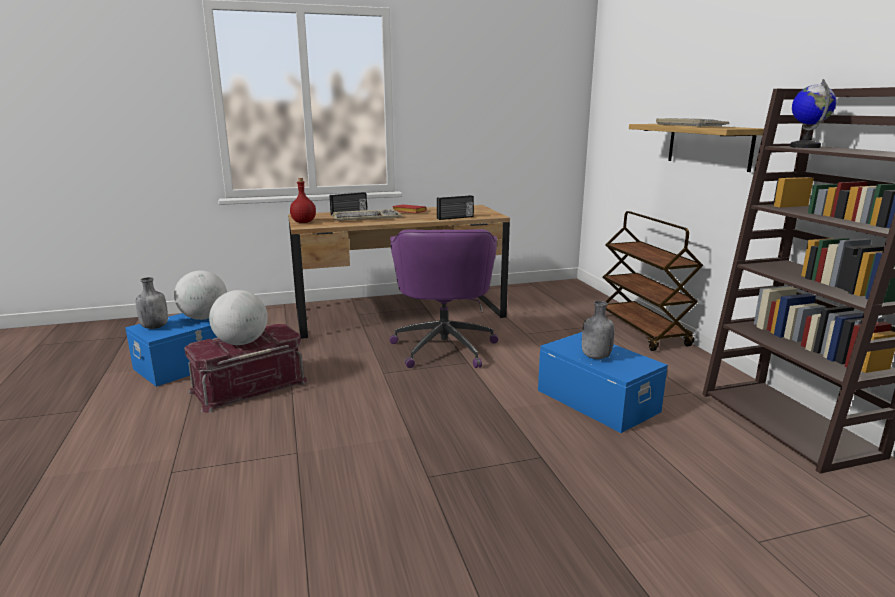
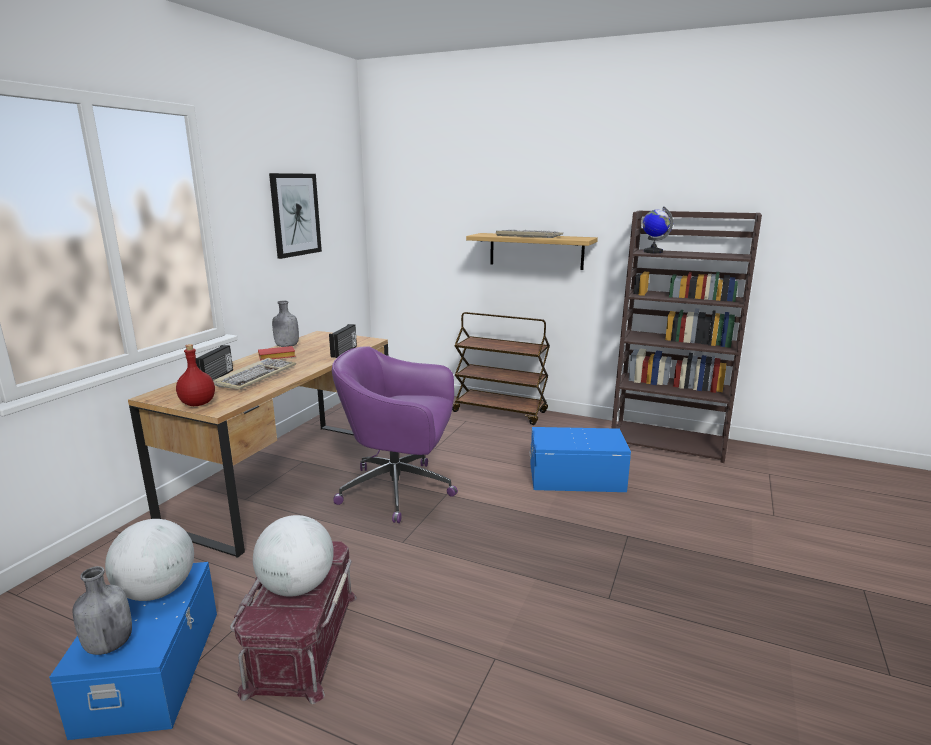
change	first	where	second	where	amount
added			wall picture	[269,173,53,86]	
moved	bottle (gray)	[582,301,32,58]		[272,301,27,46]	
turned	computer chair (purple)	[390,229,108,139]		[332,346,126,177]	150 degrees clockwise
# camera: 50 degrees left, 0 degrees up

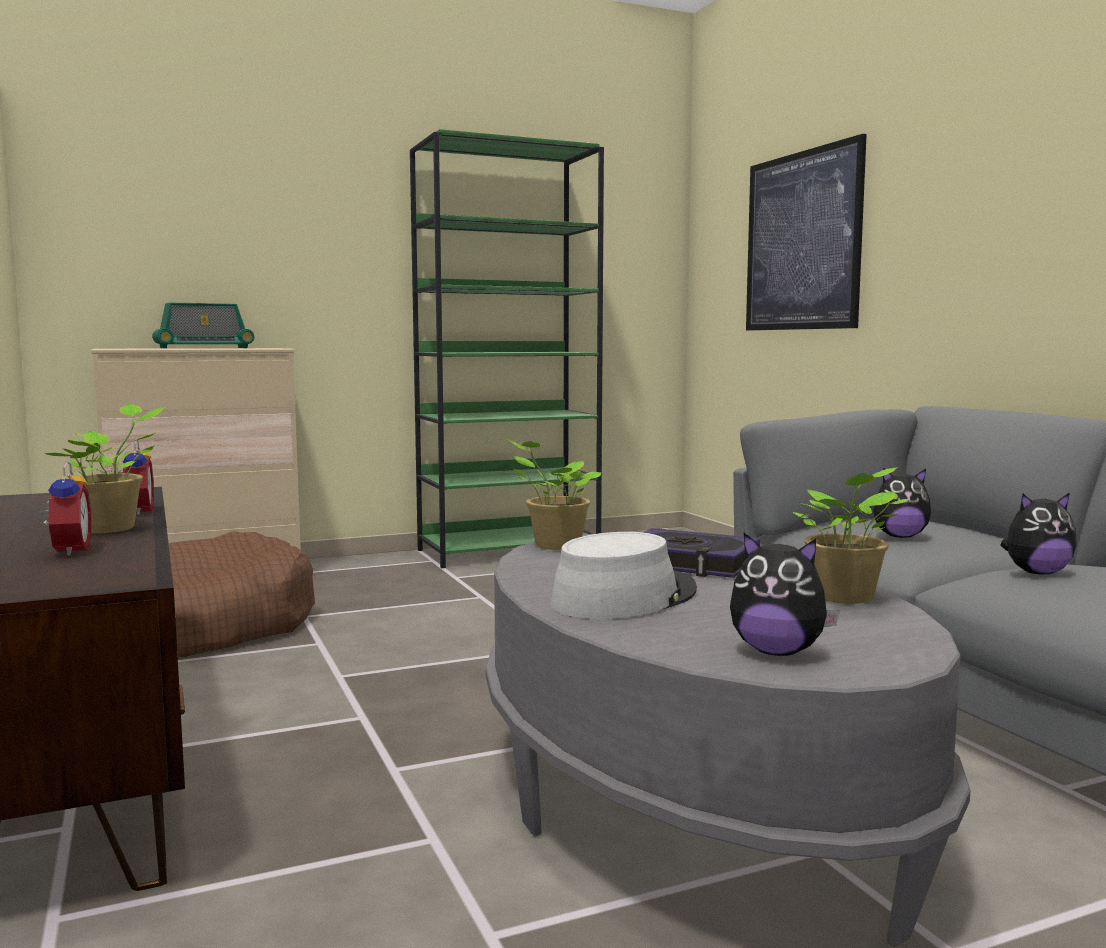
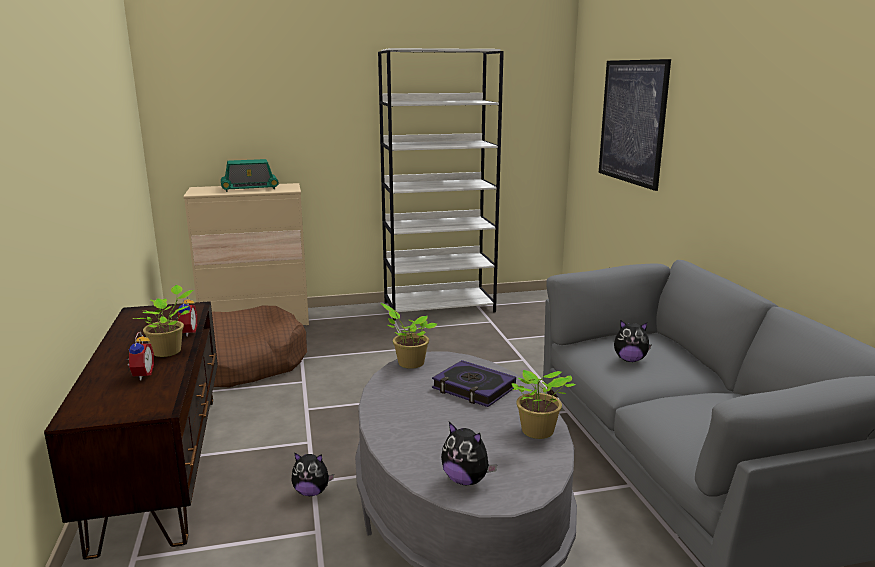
change	first	where	second	where	amount
removed	hat (gray)	[551,532,146,87]			
moved	cuddly toy	[1000,493,77,81]		[291,453,43,43]	
recoloured	bookshelf (green-coloured)	[410,129,194,439]	bookshelf (whitish)	[378,48,126,273]	
# camera: 10 degrees right, 10 degrees up

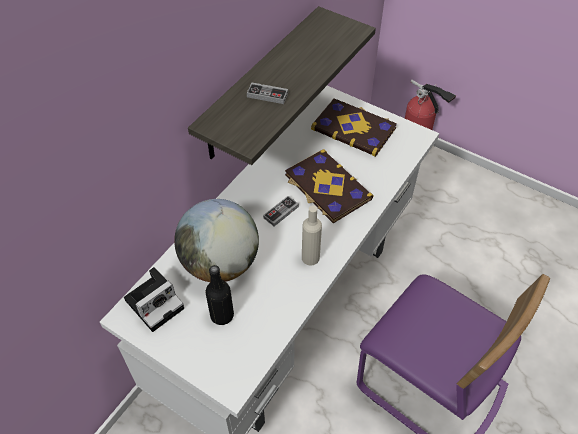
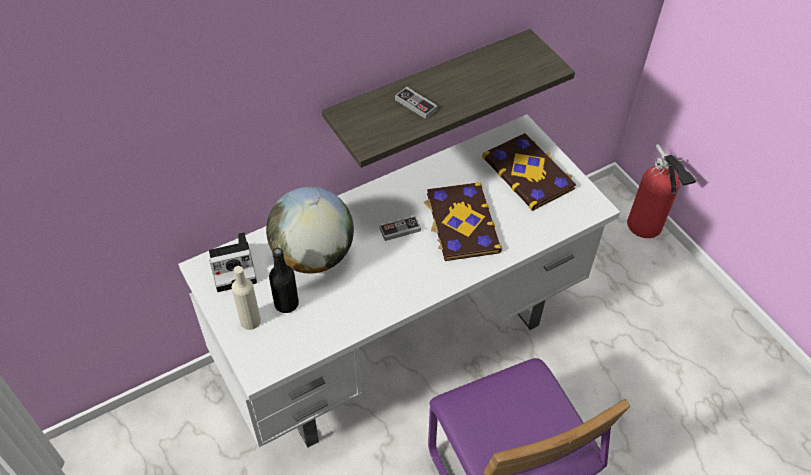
change	first	where	second	where	amount
moved	bottle (beige-coloured)	[302,205,20,60]		[231,266,30,64]	
# camera: 25 degrees right, 0 degrees up

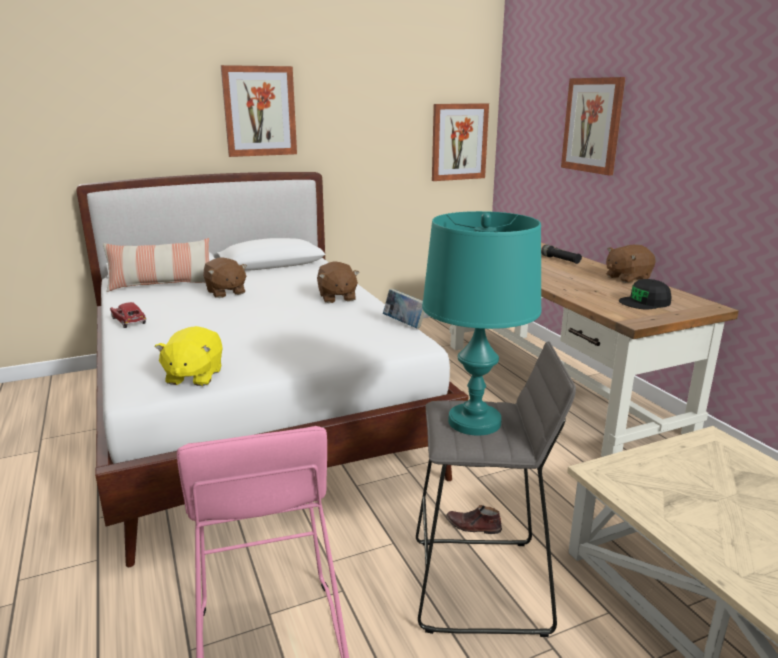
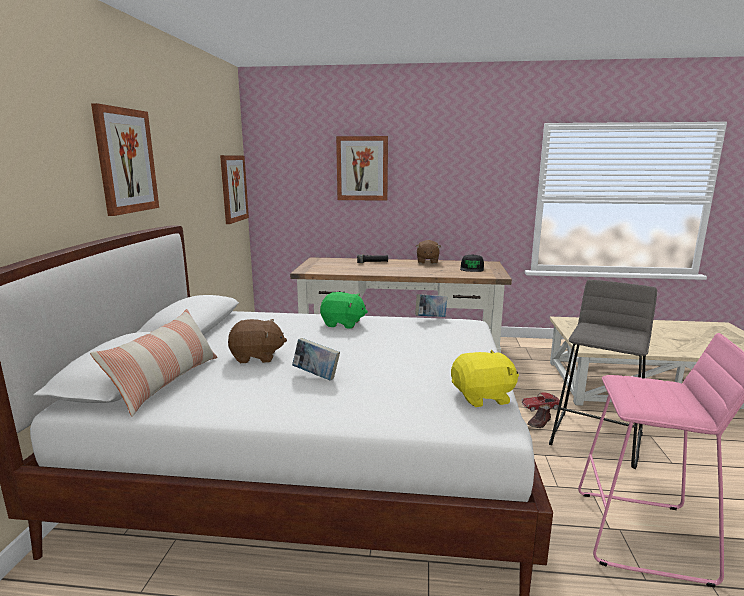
change	first	where	second	where	amount
removed	tabletop lamp (turquoise-coloured)	[422,211,120,225]			
added			book	[292,338,48,43]	
moved	miniature car	[110,302,37,26]		[522,393,38,19]	
recoloured	cuddly toy (brown-coloured)	[317,261,43,42]	cuddly toy (green-coloured)	[320,292,48,37]	
turned	cuddly toy (yellowish)	[155,326,68,60]		[451,350,68,57]	45 degrees counterclockwise
# camera: 60 degrees left, 5 degrees down

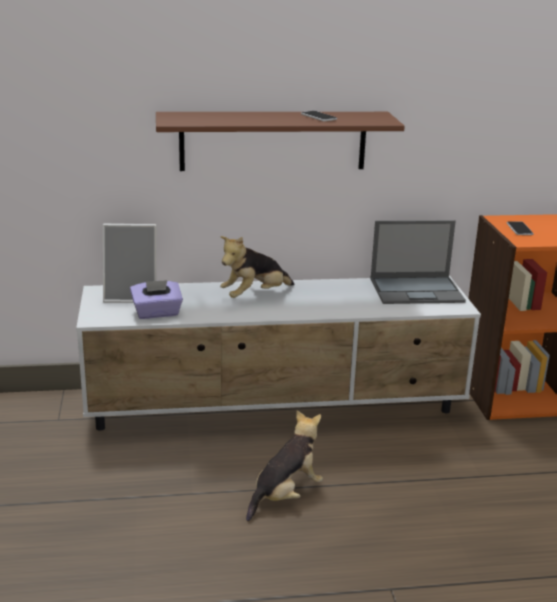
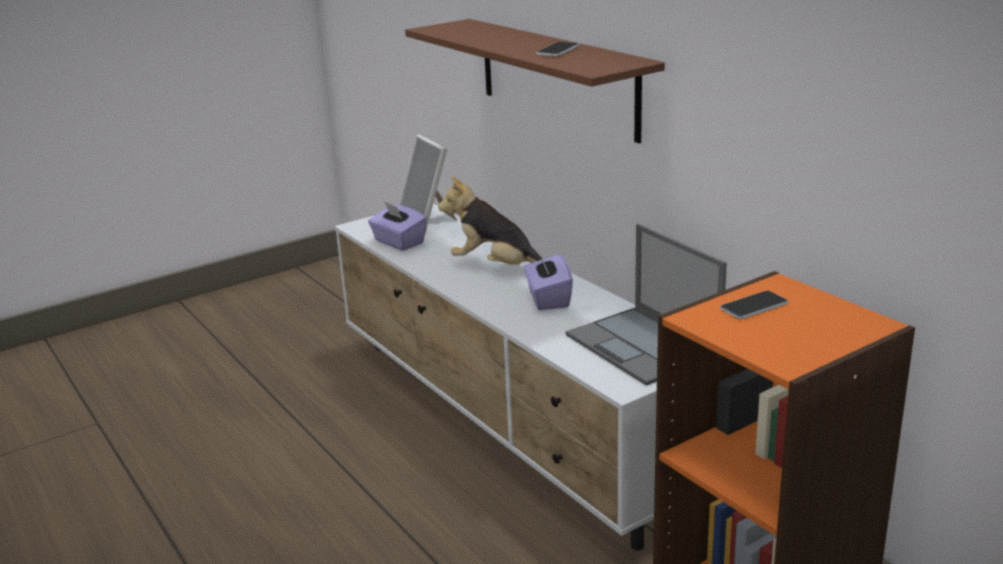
change	first	where	second	where	amount
removed	cuddly toy	[246,410,77,112]			
added			box of tissues (purple)	[524,250,49,60]	
# camera: 65 degrees right, 0 degrees up

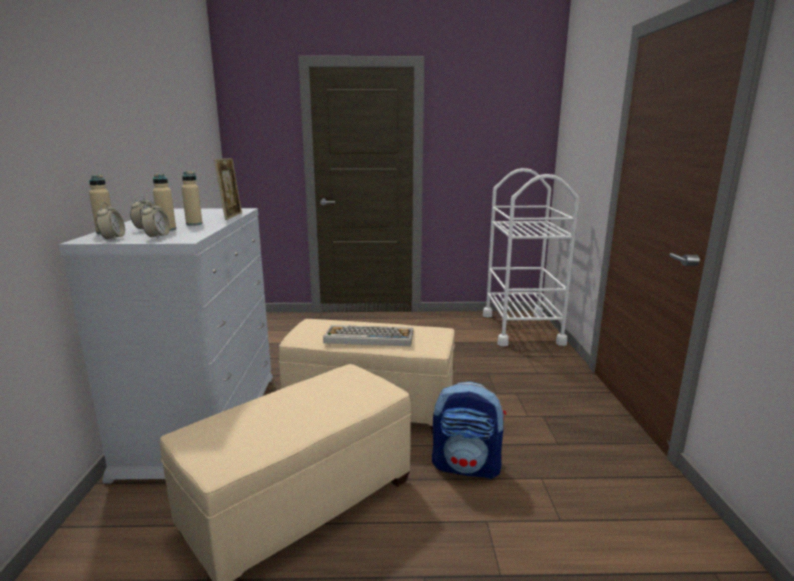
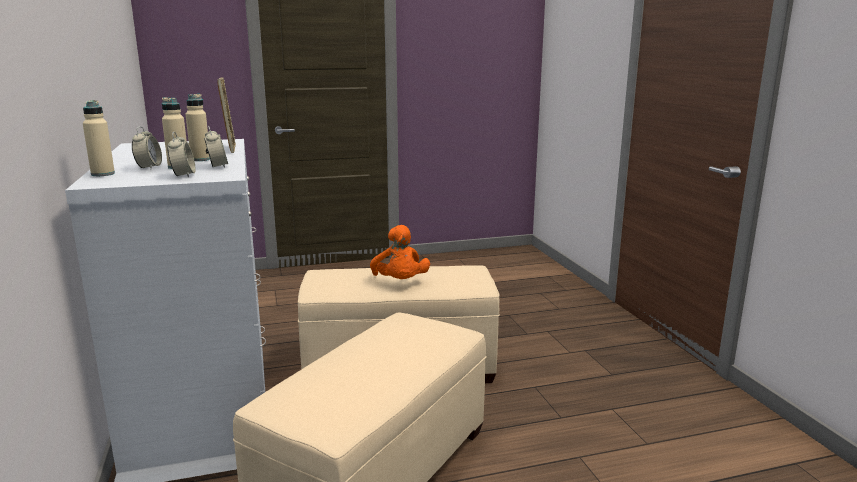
change	first	where	second	where	amount
removed	backpack	[432,382,74,97]			
removed	trolley (whitish)	[483,168,96,178]			
moved	bedside clock	[96,202,29,38]		[204,126,24,42]	
replaced	PC keyboard	[323,325,90,21]	cuddly toy (orange)	[370,225,60,54]	
# camera: 15 degrees left, 0 degrees up

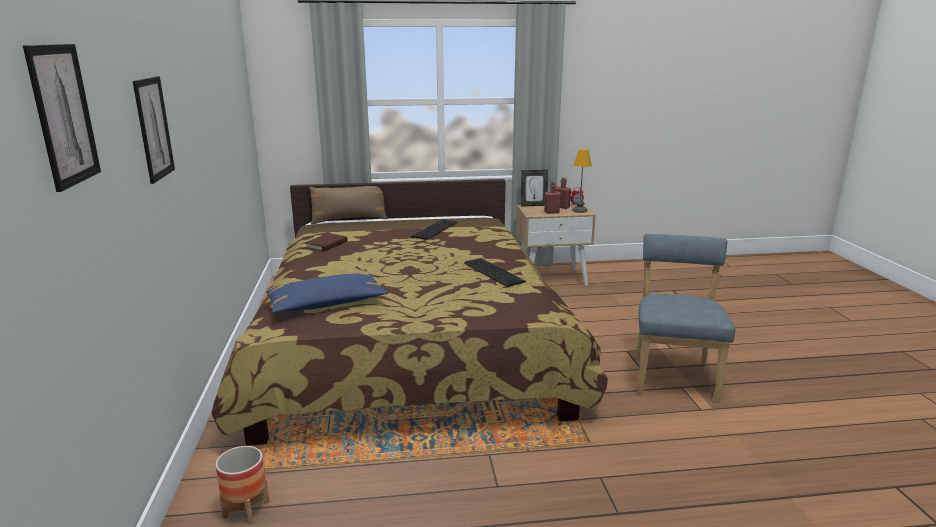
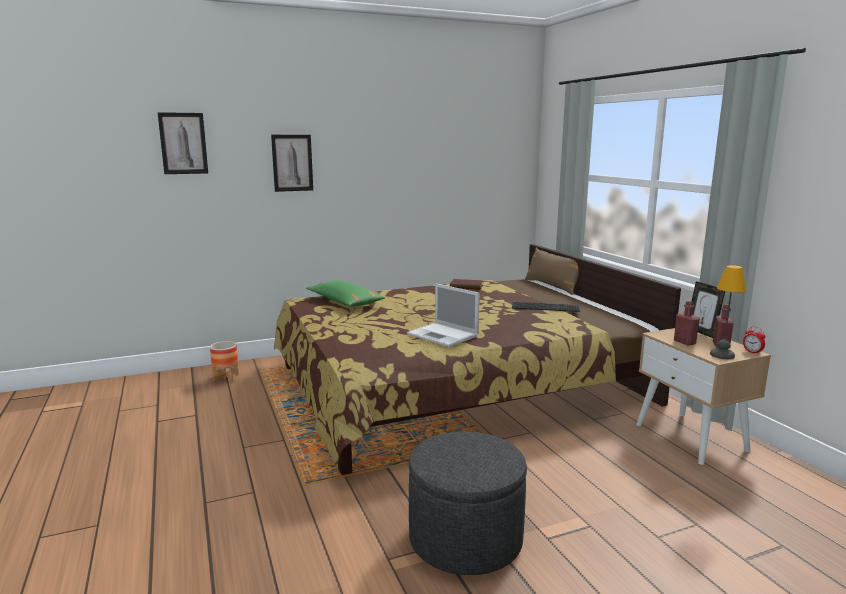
change	first	where	second	where	amount
replaced	PC keyboard	[464,258,62,29]	notebook computer	[407,283,73,64]	
replaced	upright chair (bluish)	[635,234,100,169]	pouffe (gray)	[409,432,118,143]	
recoloured	pillow (bluish)	[266,273,123,40]	pillow (green-coloured)	[306,280,79,26]	
# camera: 75 degrees right, 5 degrees down

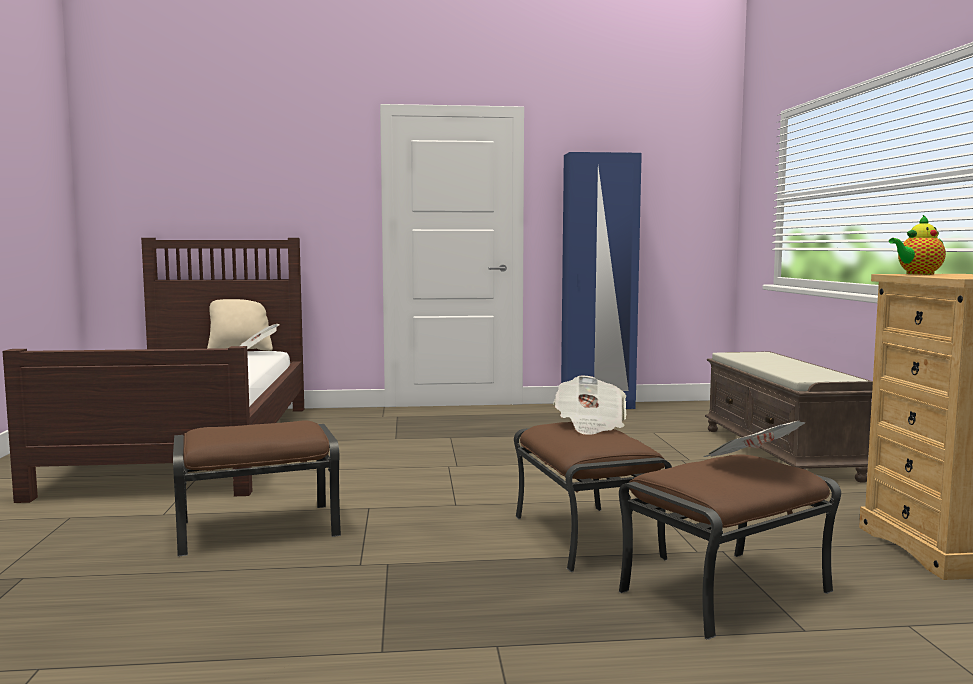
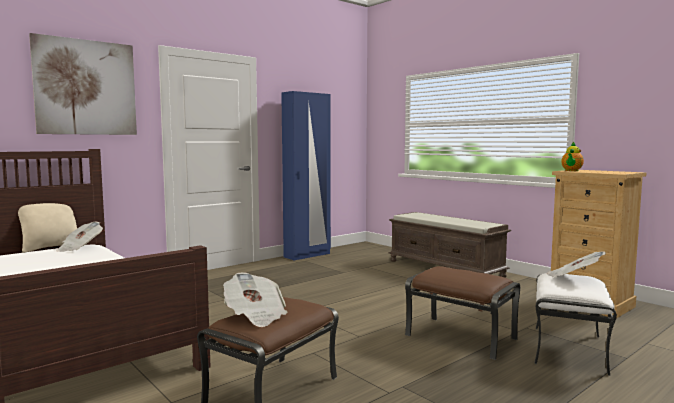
change	first	where	second	where	amount
added			wall picture	[29,33,108,102]	
moved	printed paper	[553,375,73,60]		[223,272,64,55]	
recoloured	pouffe (brown-coloured)	[619,454,222,186]	pouffe (whitish)	[535,273,82,103]	
# camera: 35 degrees left, 0 degrees up

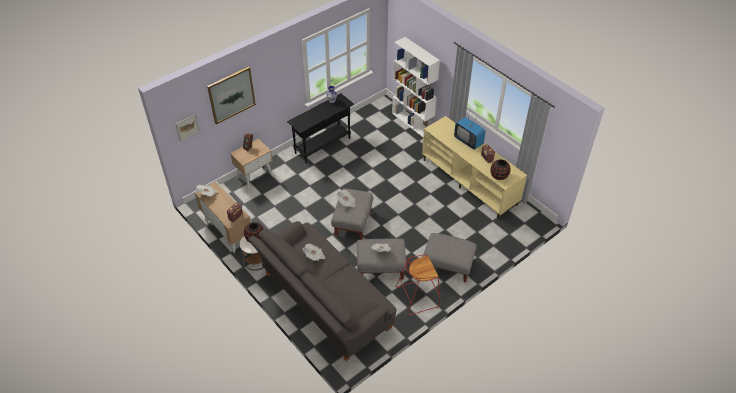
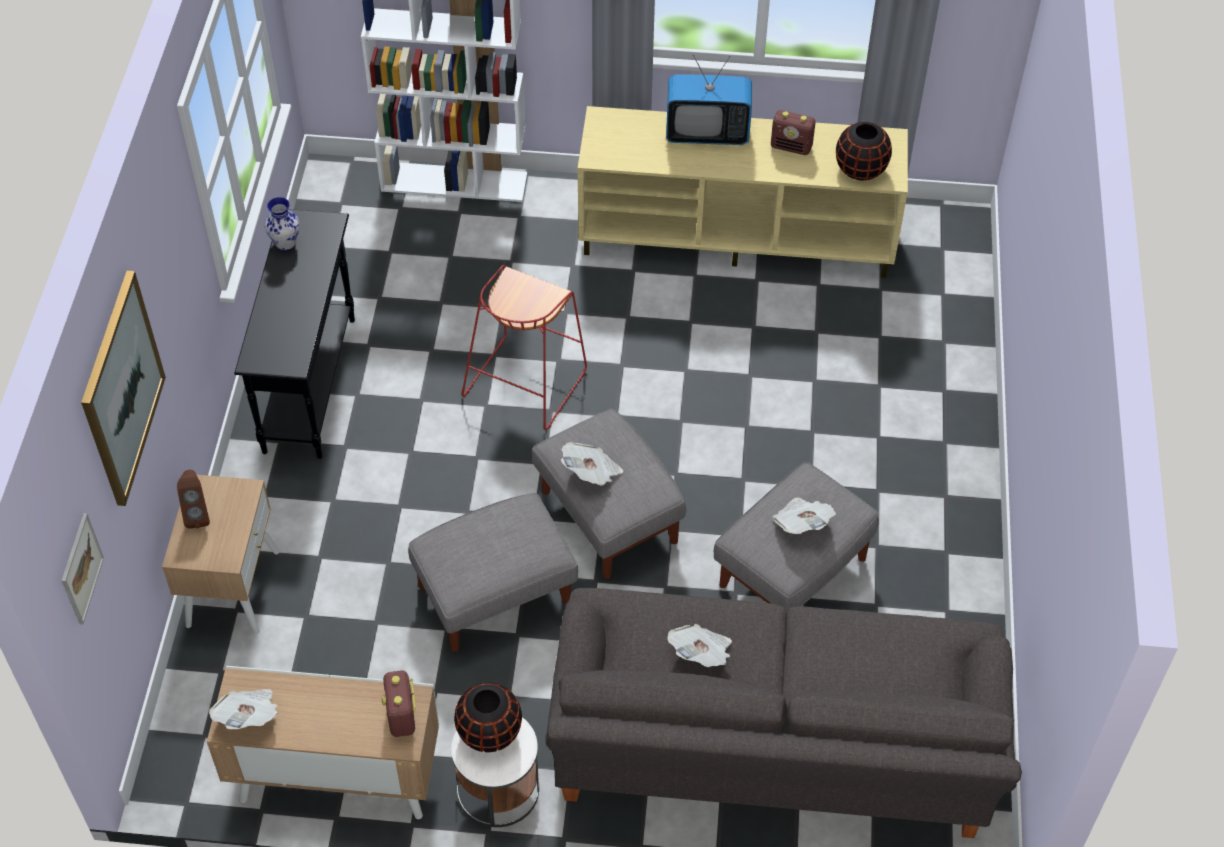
change	first	where	second	where	amount
moved	sitting stool (red-coloured)	[395,254,45,62]		[462,265,125,165]	
moved	pouffe (gray)	[423,233,54,49]		[408,493,170,159]	
# camera: 45 degrees left, 5 degrees up

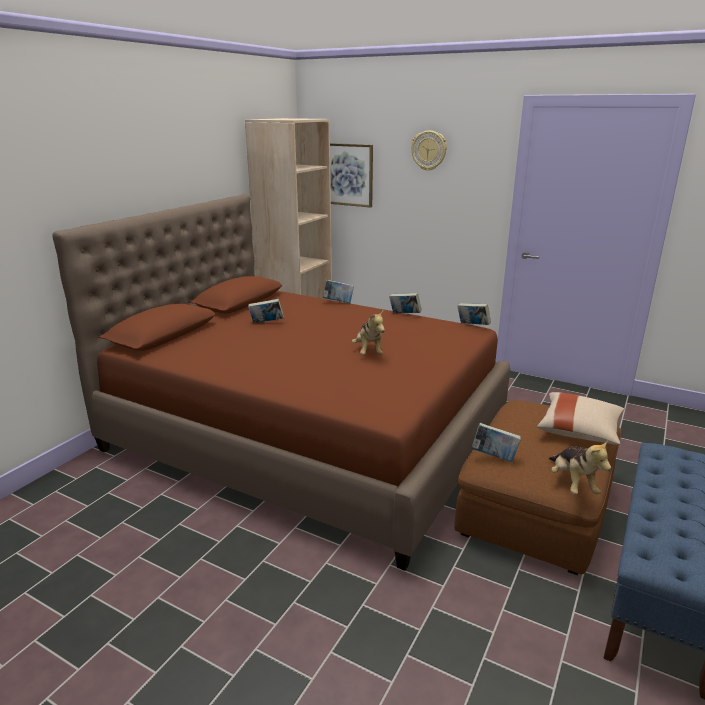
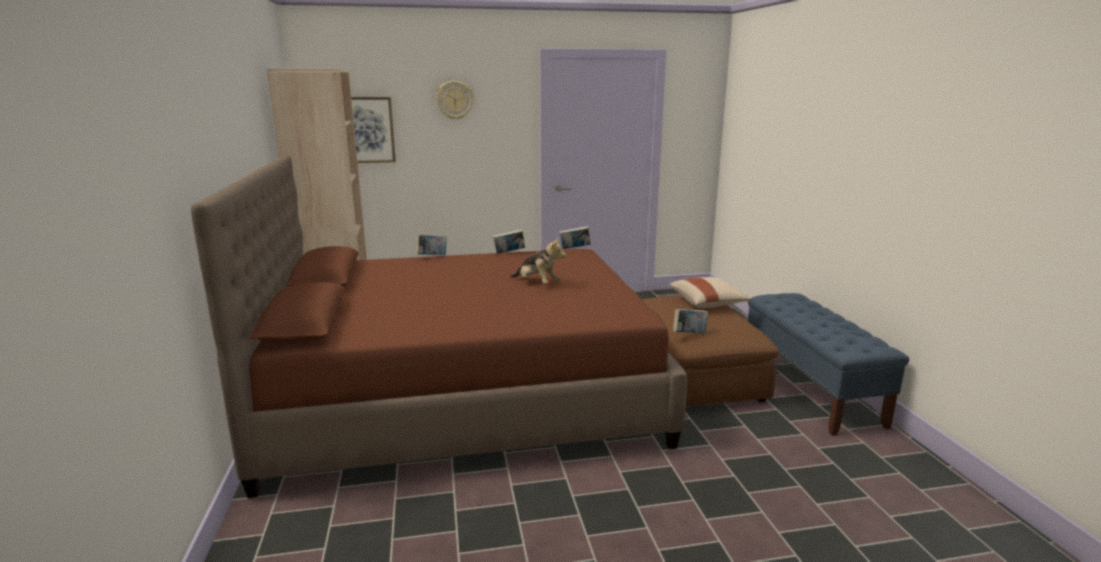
change	first	where	second	where	amount
removed	book	[248,299,36,24]			
removed	cuddly toy	[549,440,62,54]			
# camera: 40 degrees left, 5 degrees down

